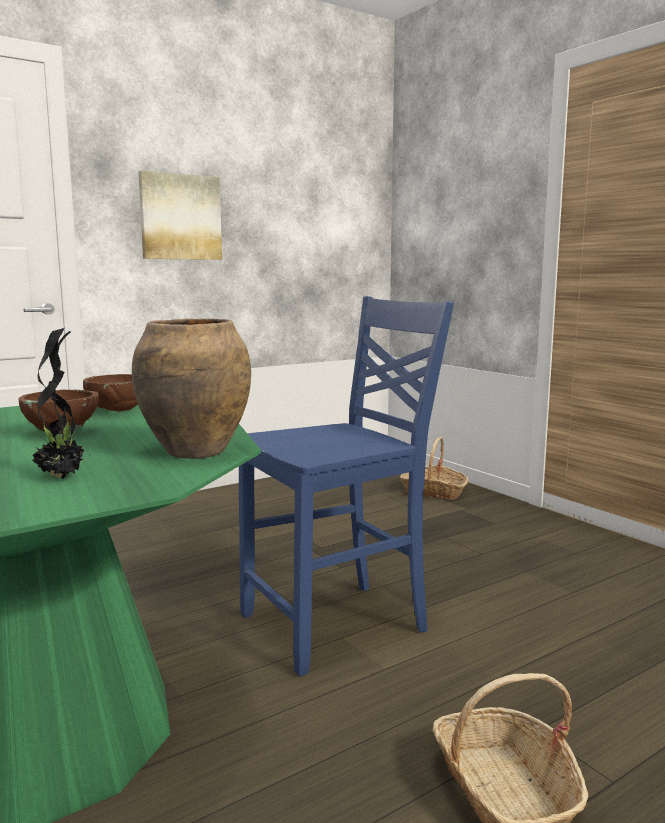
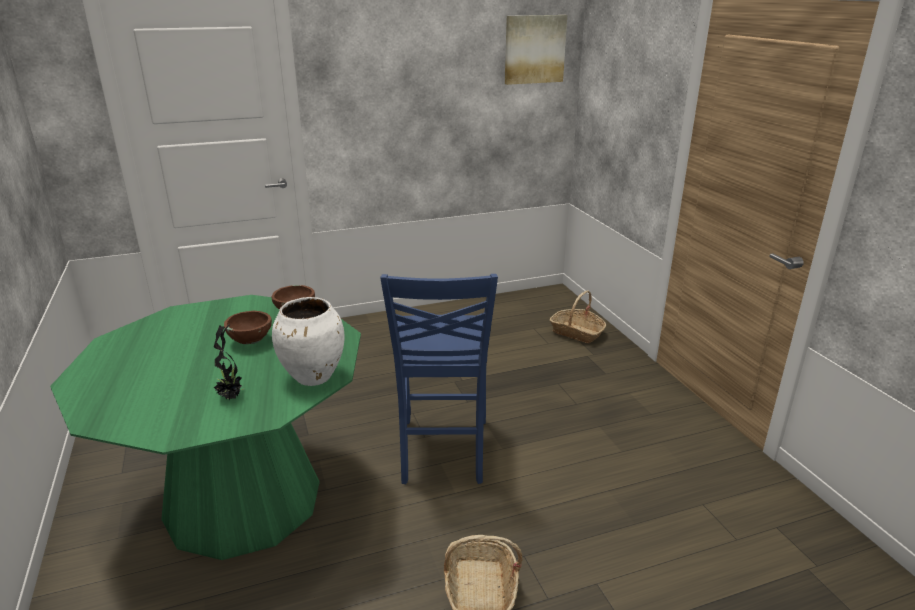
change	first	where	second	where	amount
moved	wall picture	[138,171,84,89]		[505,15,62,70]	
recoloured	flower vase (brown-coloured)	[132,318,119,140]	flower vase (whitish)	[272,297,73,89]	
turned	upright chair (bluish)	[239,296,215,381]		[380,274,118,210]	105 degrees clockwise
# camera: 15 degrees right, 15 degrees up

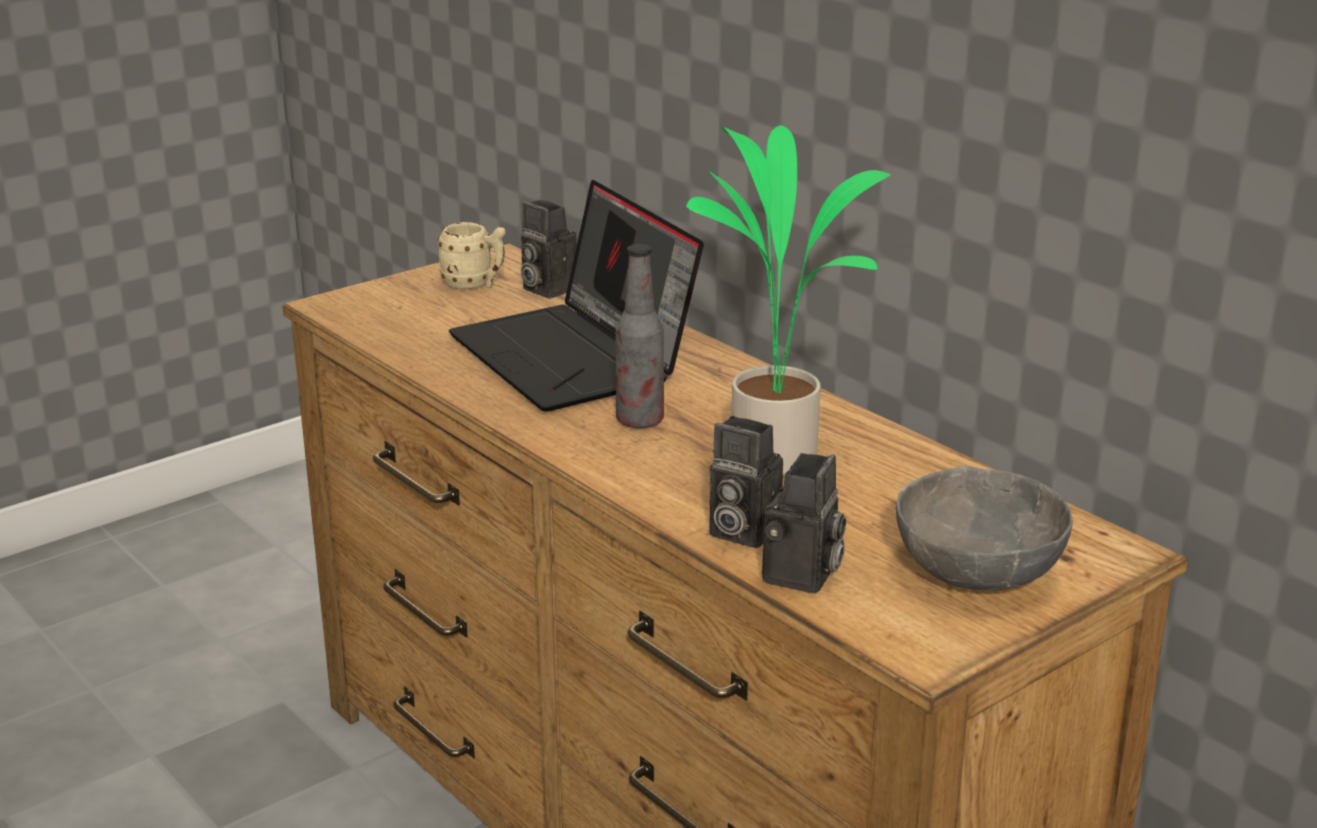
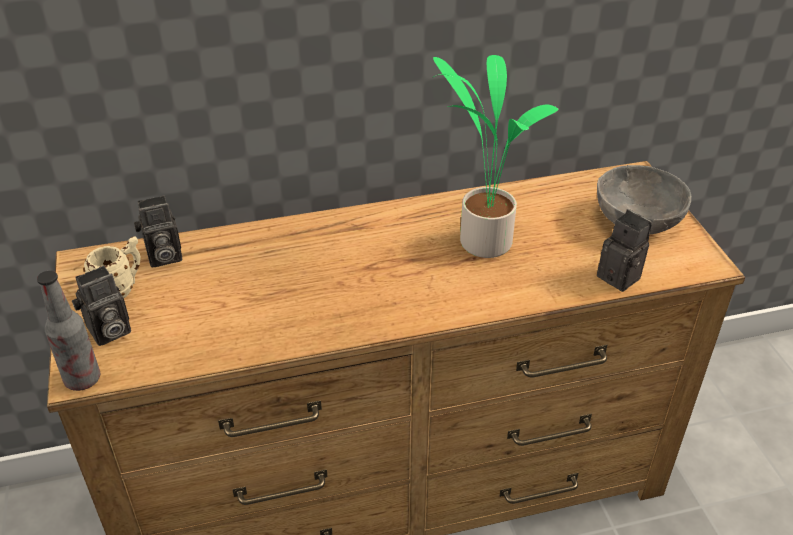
change	first	where	second	where	amount
removed	notebook computer	[449,180,255,232]			
moved	bottle	[616,244,48,185]		[37,270,63,121]	
moved	still camera	[709,416,74,132]		[72,266,59,80]	
# camera: 65 degrees left, 15 degrees up

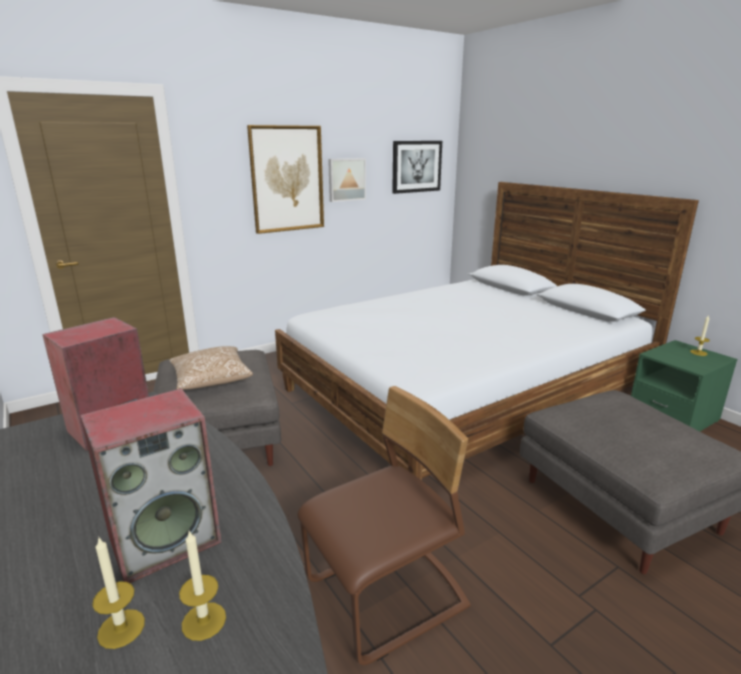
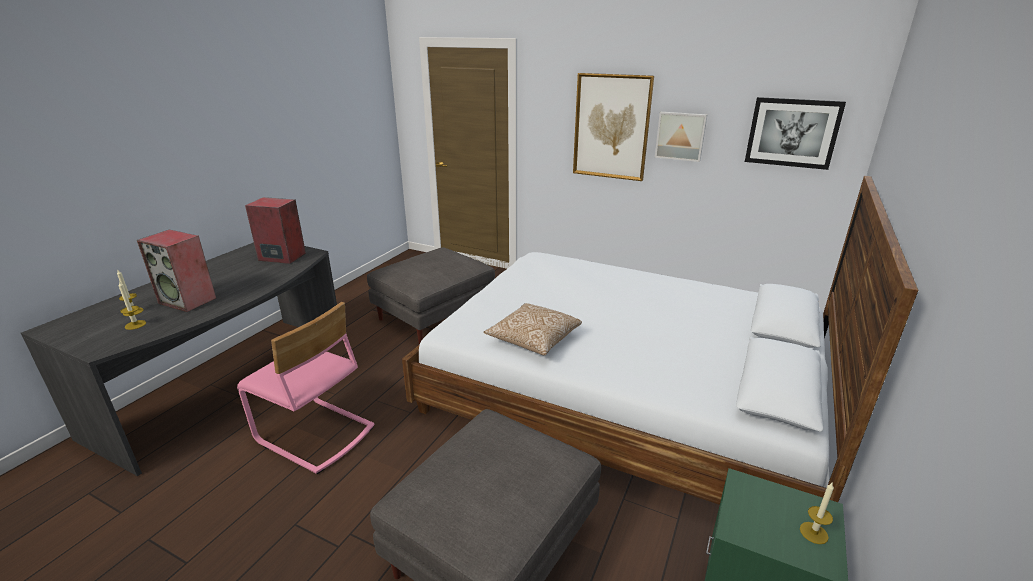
change	first	where	second	where	amount
moved	pillow	[169,346,84,44]		[484,303,98,53]	
recoloured	upright chair (brown-coloured)	[297,386,174,279]	upright chair (pinkish)	[237,302,138,172]	
# camera: 60 degrees right, 5 degrees up

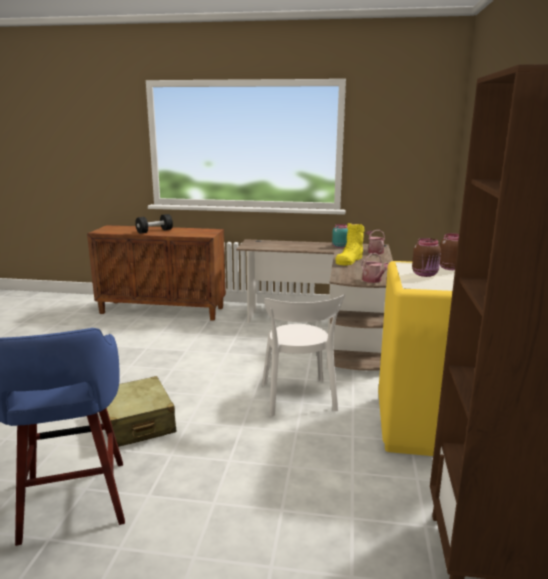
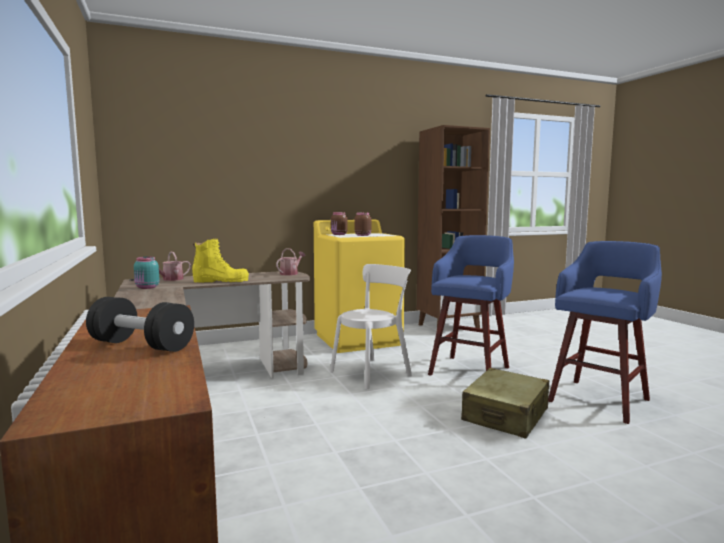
change	first	where	second	where	amount
added			sitting stool (bluish)	[428,235,86,141]	
# camera: 120 degrees left, 10 degrees down

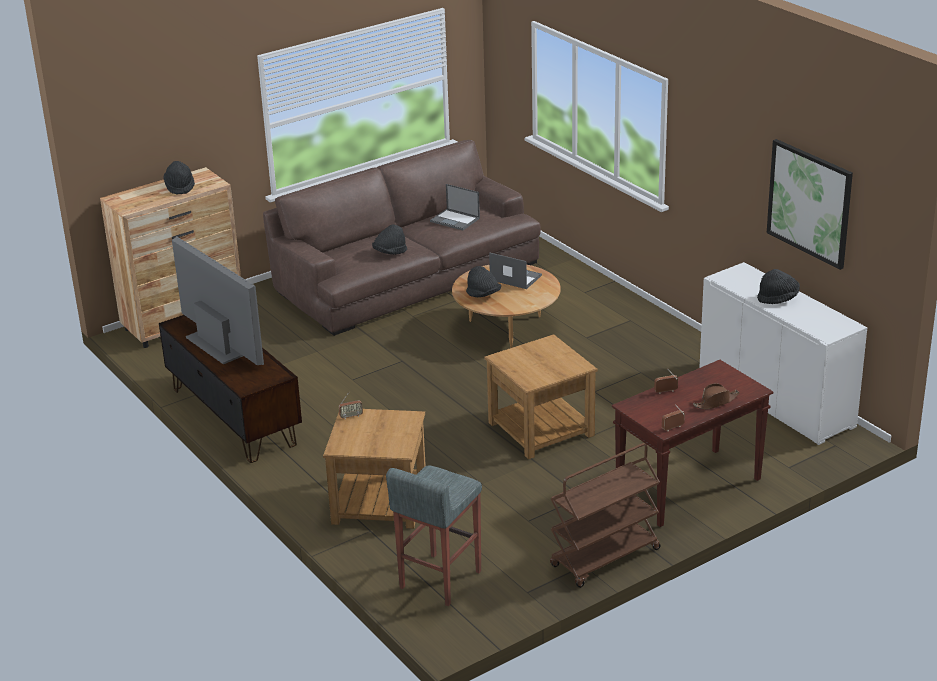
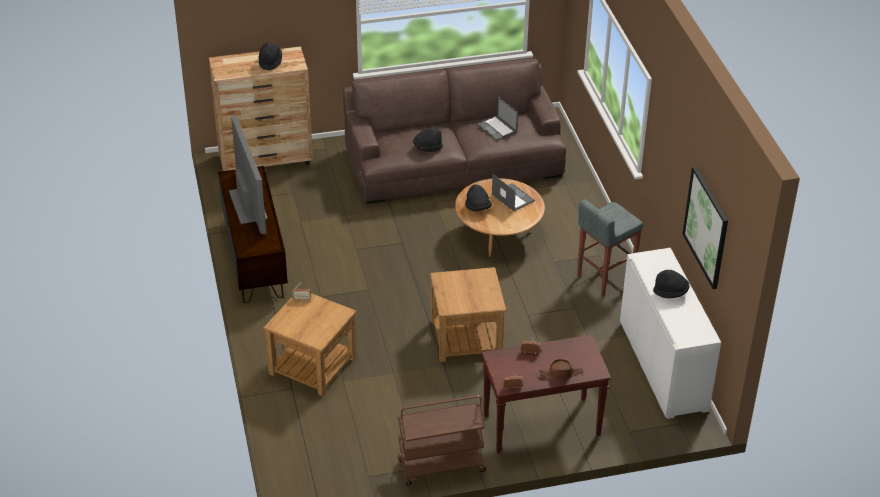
change	first	where	second	where	amount
moved	sitting stool (gray)	[386,465,96,141]		[577,199,66,97]	
# camera: 20 degrees right, 10 degrees up

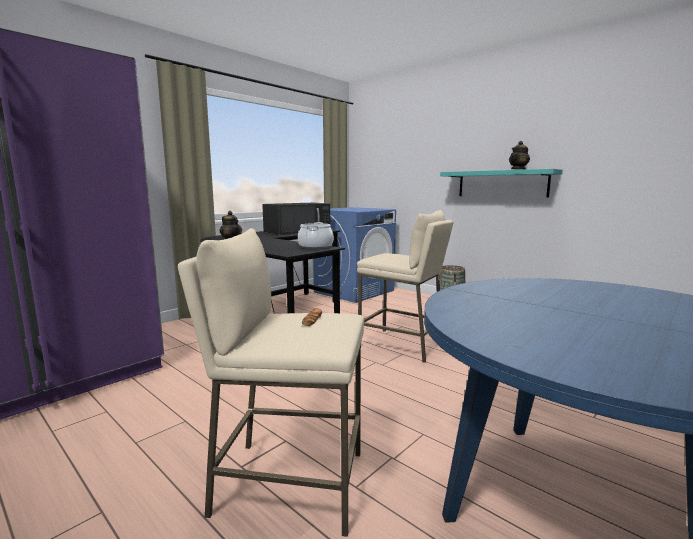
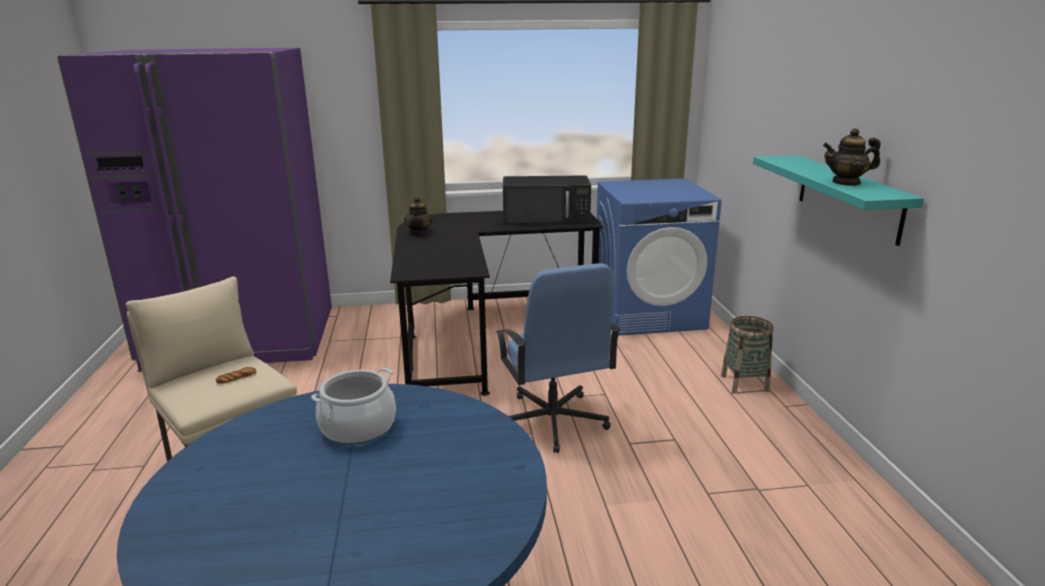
change	first	where	second	where	amount
moved	cooking pot	[298,222,36,27]		[311,368,85,77]	
replaced	sitting stool (beige-coloured)	[357,210,96,153]	computer chair (bluish)	[496,263,124,190]	
# camera: 40 degrees right, 10 degrees up

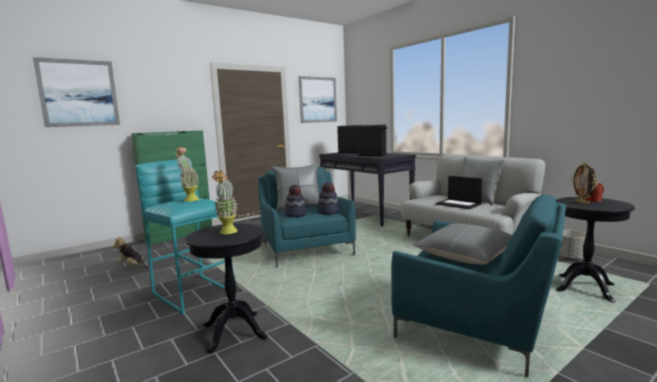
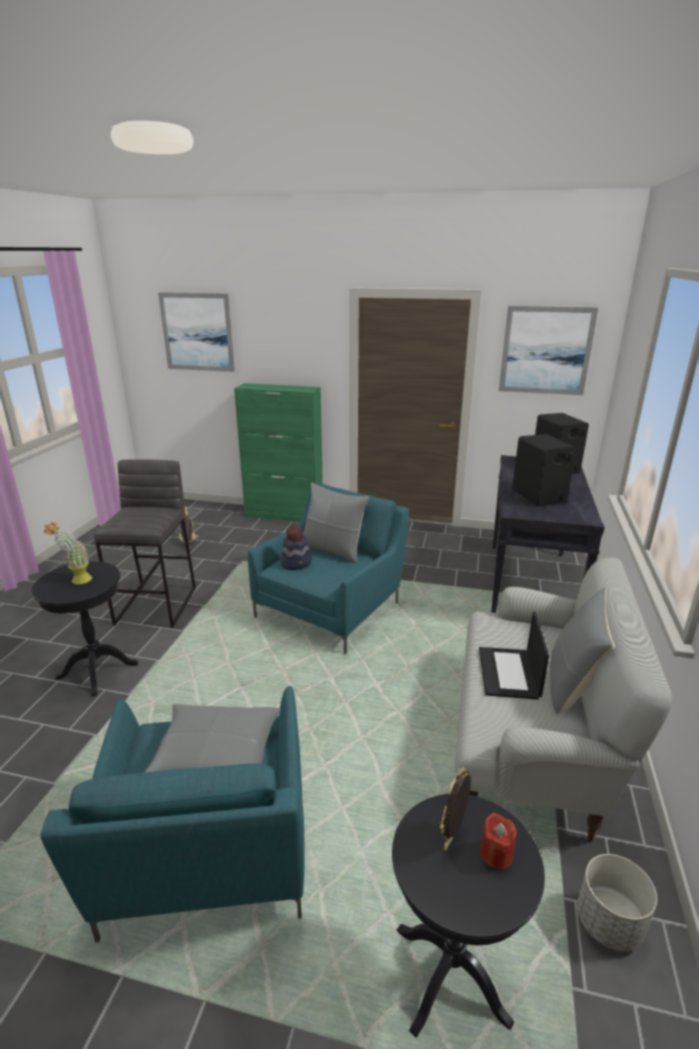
change	first	where	second	where	amount
removed	houseplant	[175,147,24,55]			
removed	hat	[317,182,22,33]			
recoloured	sitting stool (turquoise-coloured)	[135,160,98,155]	sitting stool (gray)	[94,459,102,169]	
# camera: 50 degrees right, 15 degrees up

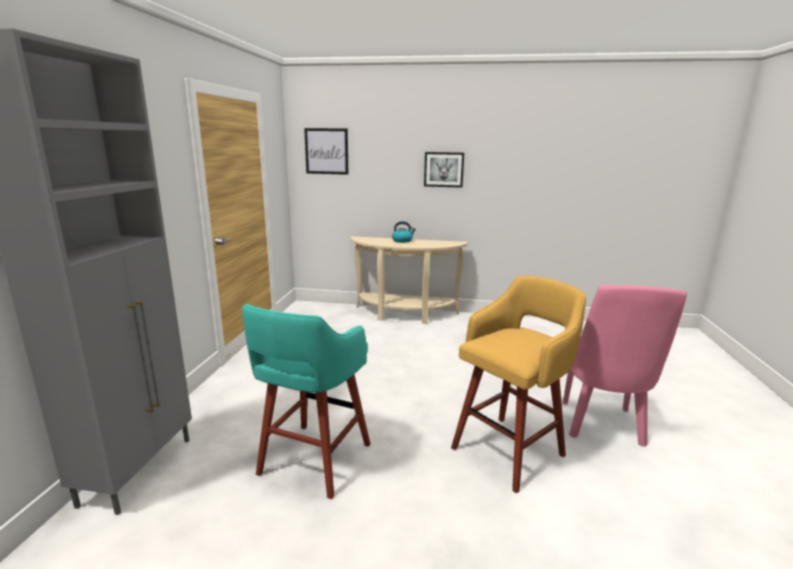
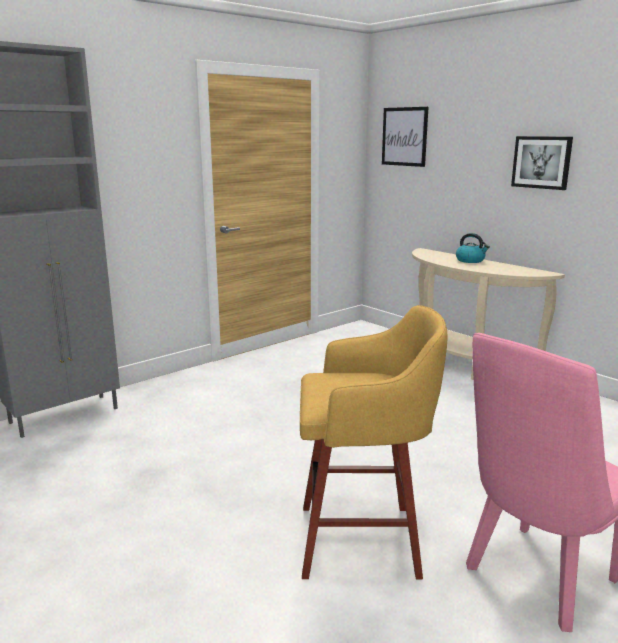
change	first	where	second	where	amount
removed	sitting stool (turquoise-coloured)	[242,304,128,195]			
# camera: 40 degrees right, 0 degrees up

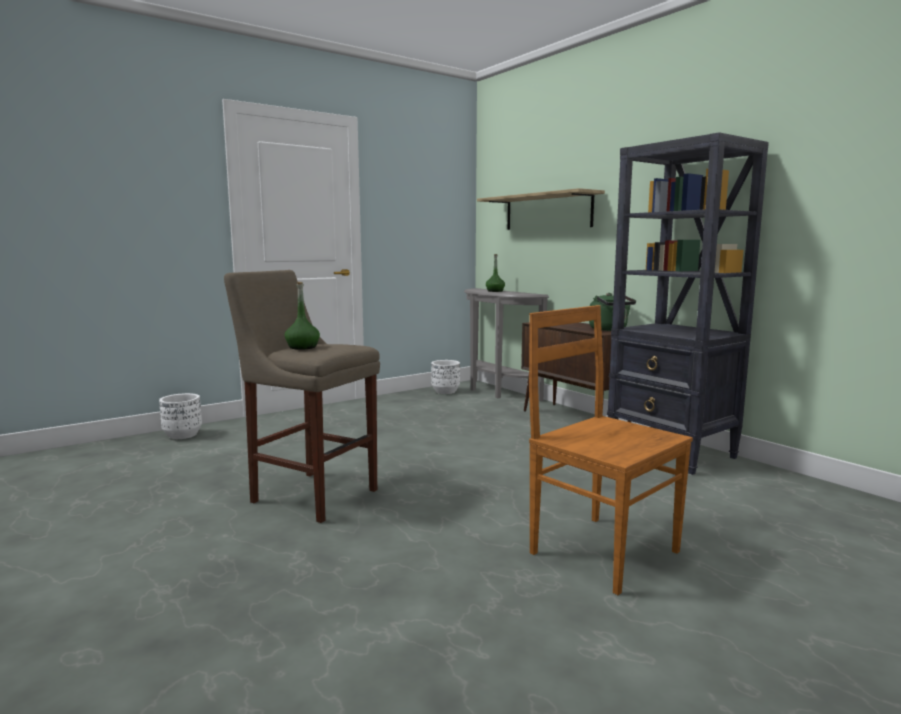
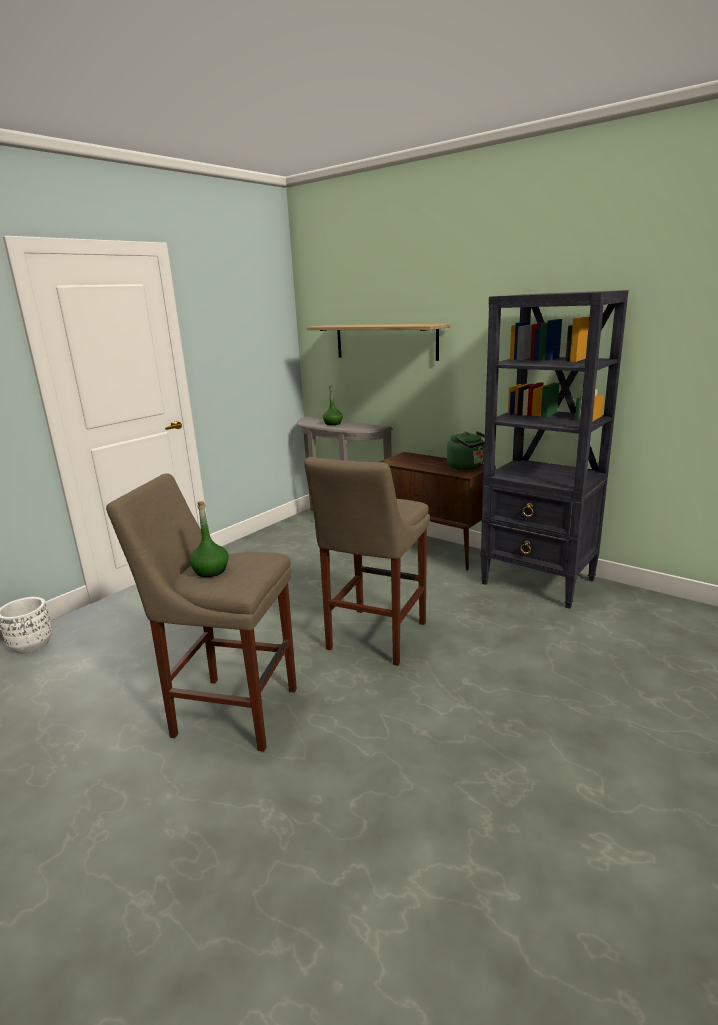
change	first	where	second	where	amount
removed	flower pot (whitish)	[431,360,29,34]			
removed	upright chair (brown-coloured)	[529,305,164,290]			
added			sitting stool (beige-coloured)	[304,457,126,209]	
# camera: 15 degrees left, 10 degrees up

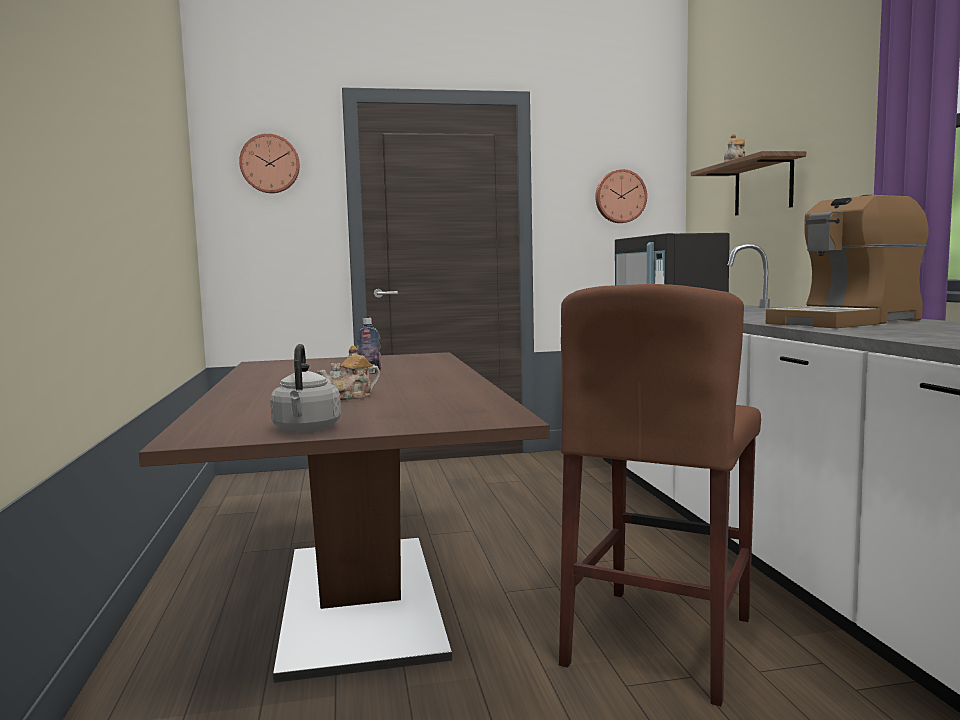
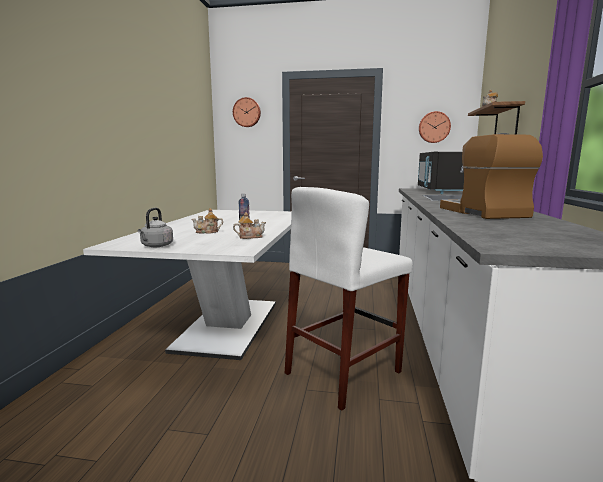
change	first	where	second	where	amount
added			teapot	[233,212,33,27]	
recoloured	kitchen table (brown-coloured)	[139,352,411,331]	kitchen table (whitish)	[83,210,209,150]	
recoloured	sitting stool (brown-coloured)	[559,284,202,422]	sitting stool (whitish)	[285,187,128,224]	
turned	coffee brewer	[766,195,163,133]		[440,133,103,86]	90 degrees clockwise
# camera: 20 degrees right, 5 degrees up

